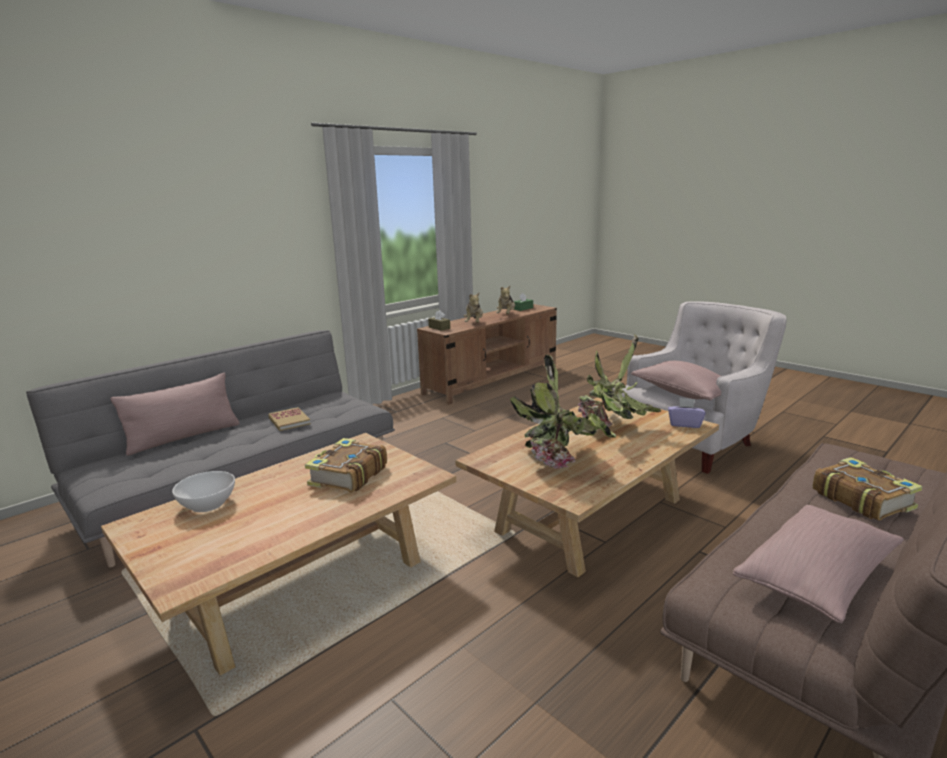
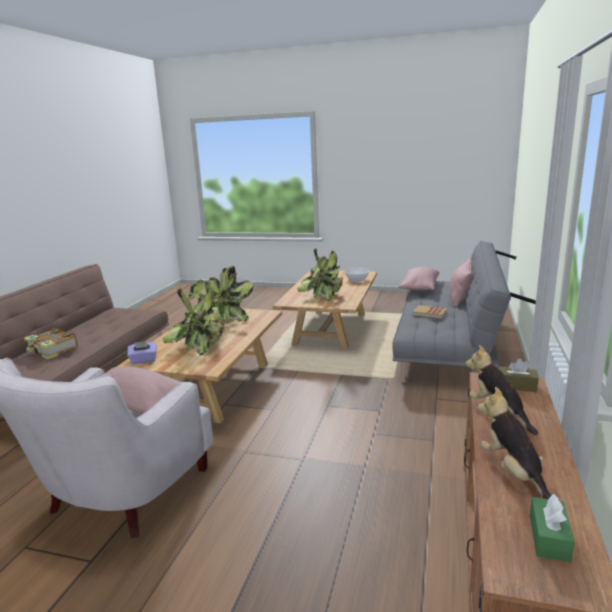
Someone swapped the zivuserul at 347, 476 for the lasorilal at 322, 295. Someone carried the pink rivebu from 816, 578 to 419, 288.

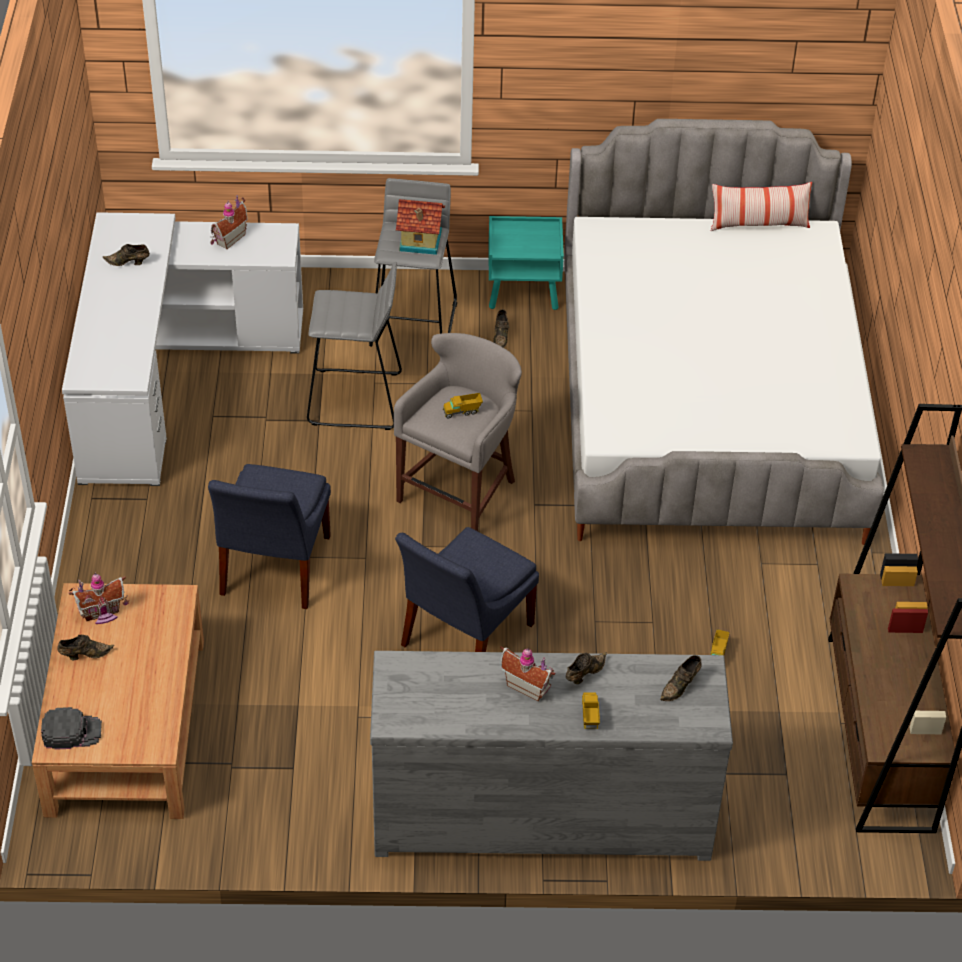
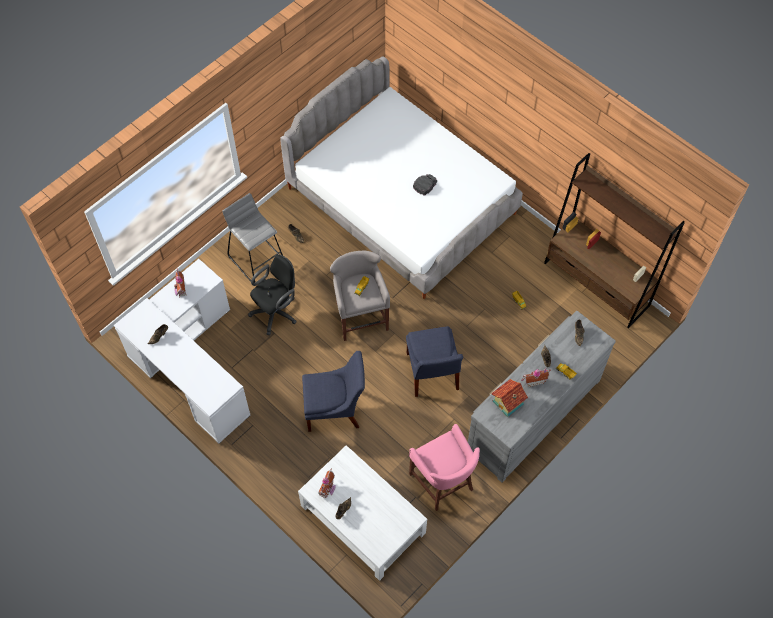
Someone swapped the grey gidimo at 356, 400 for the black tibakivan at 276, 311. Someone repainted the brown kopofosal at 126, 725, which became the white kopofosal at 362, 519. Someone rotated the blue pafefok at 273, 569 by 60 degrees counterclockwise. Someone put down the pink gidimo at 443, 482. Someone carried the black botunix from 72, 732 to 425, 184. Someone carried the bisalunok from 420, 241 to 508, 403. Someone took away the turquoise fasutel at 524, 293. Someone took away the rivebu at 758, 224.

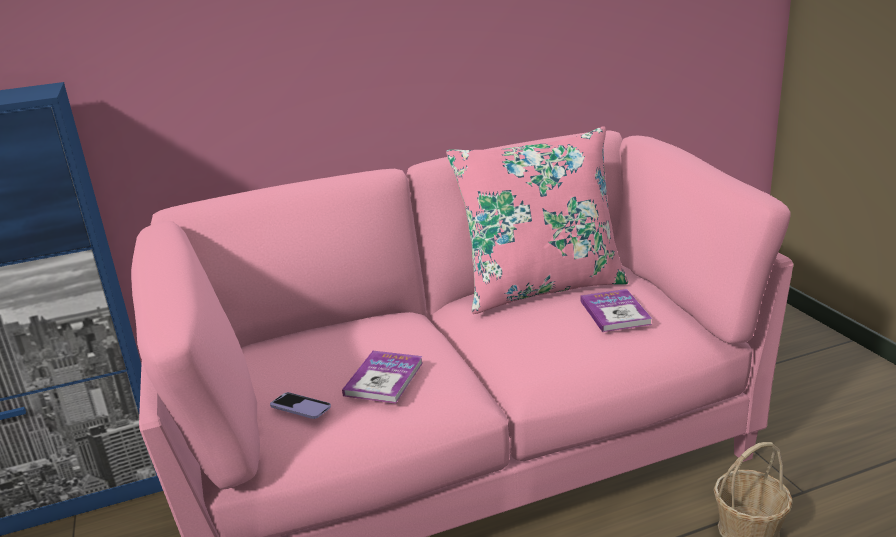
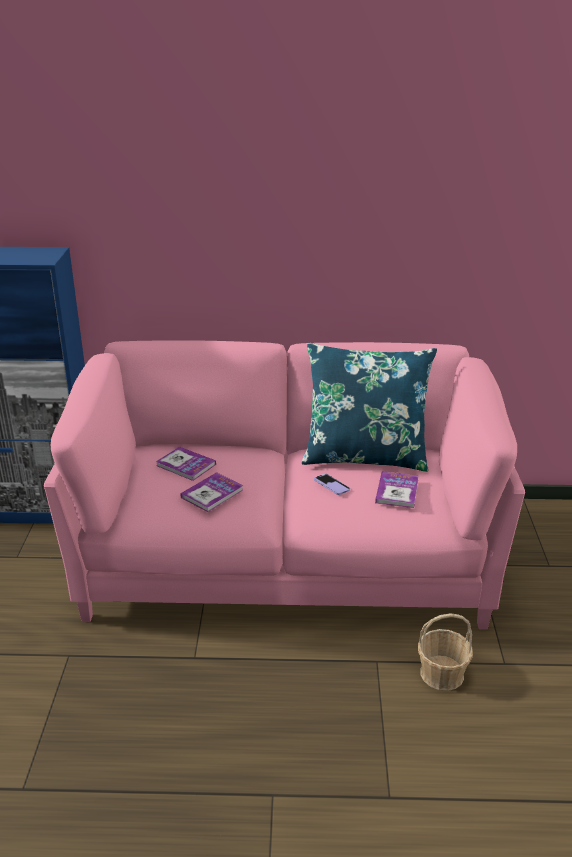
Someone put down the zivuserul at 186, 465. Someone repainted the pink rivebu at 541, 287, which became the blue rivebu at 365, 456. Someone carried the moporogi from 300, 407 to 331, 485.

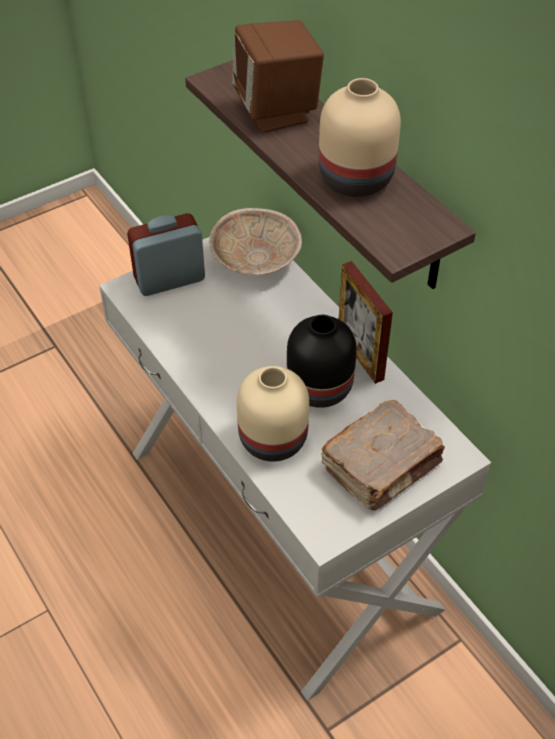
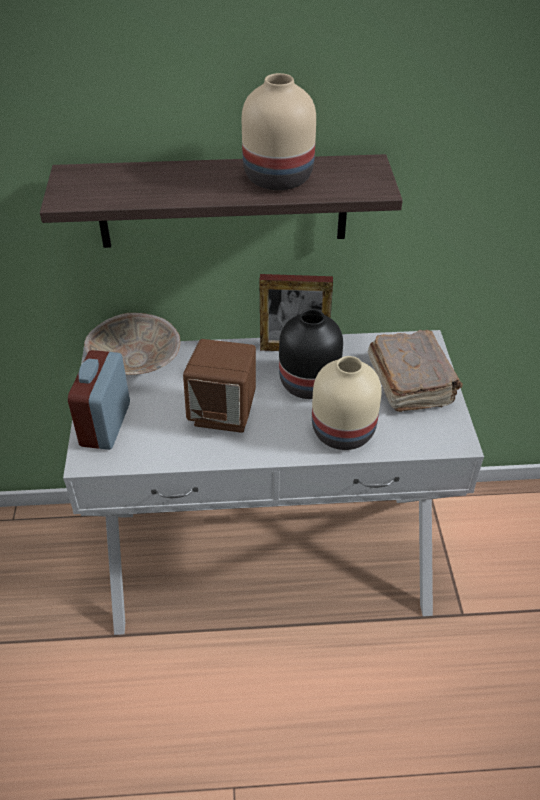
Someone carried the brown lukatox from 277, 111 to 224, 413.

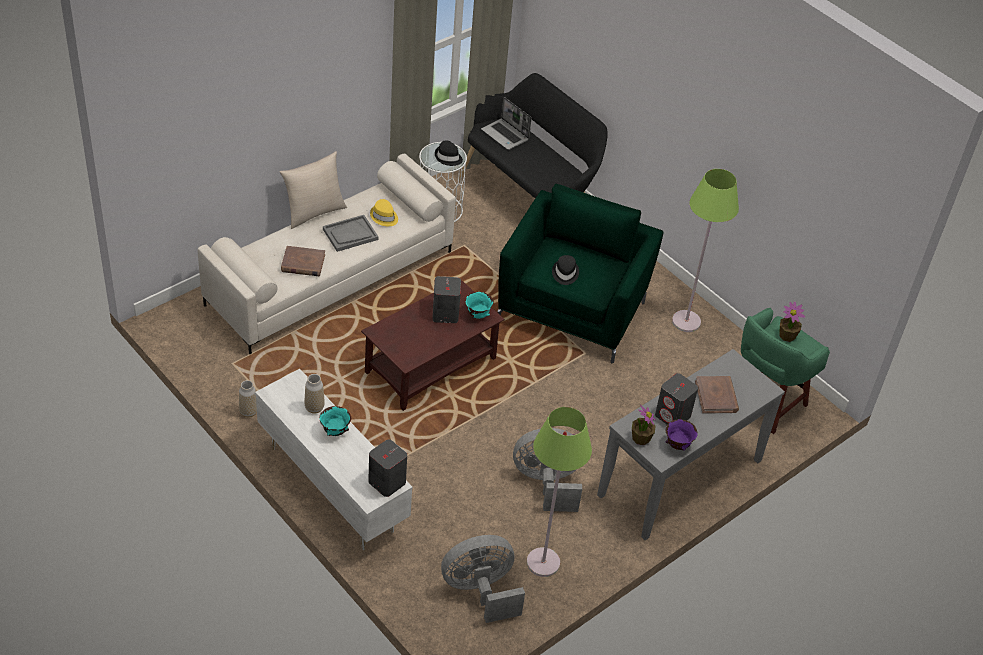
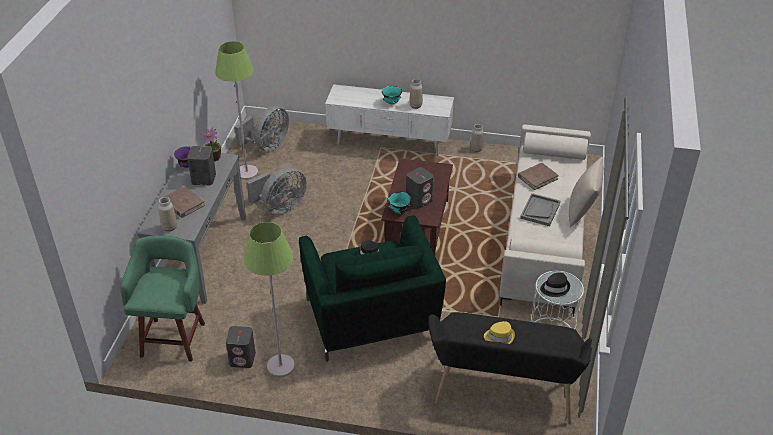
Someone put down the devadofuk at 169, 227. Someone carried the grey lukatox from 386, 482 to 243, 359. Someone carried the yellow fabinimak from 384, 217 to 499, 337. Someone took away the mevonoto at 505, 135. Someone took away the lasorilal at 787, 335.

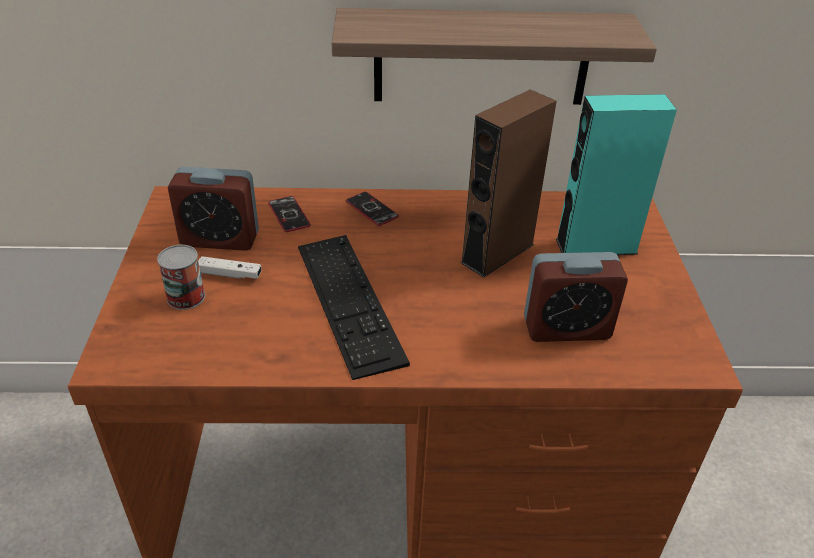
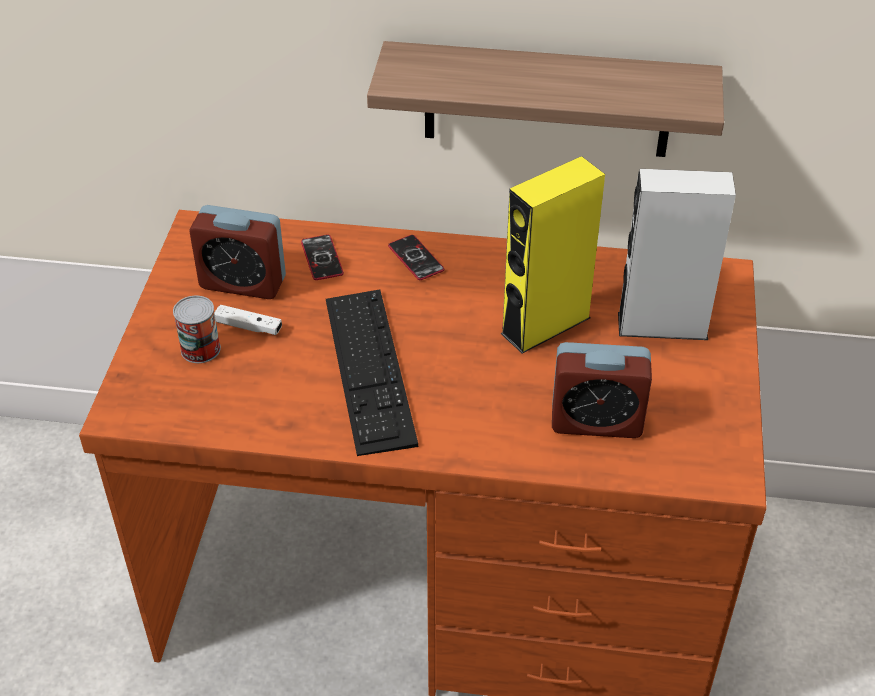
Someone repainted the brown lukatox at 497, 253, which became the yellow lukatox at 545, 325. Someone repainted the turquoise lukatox at 596, 246, which became the grey lukatox at 662, 326.

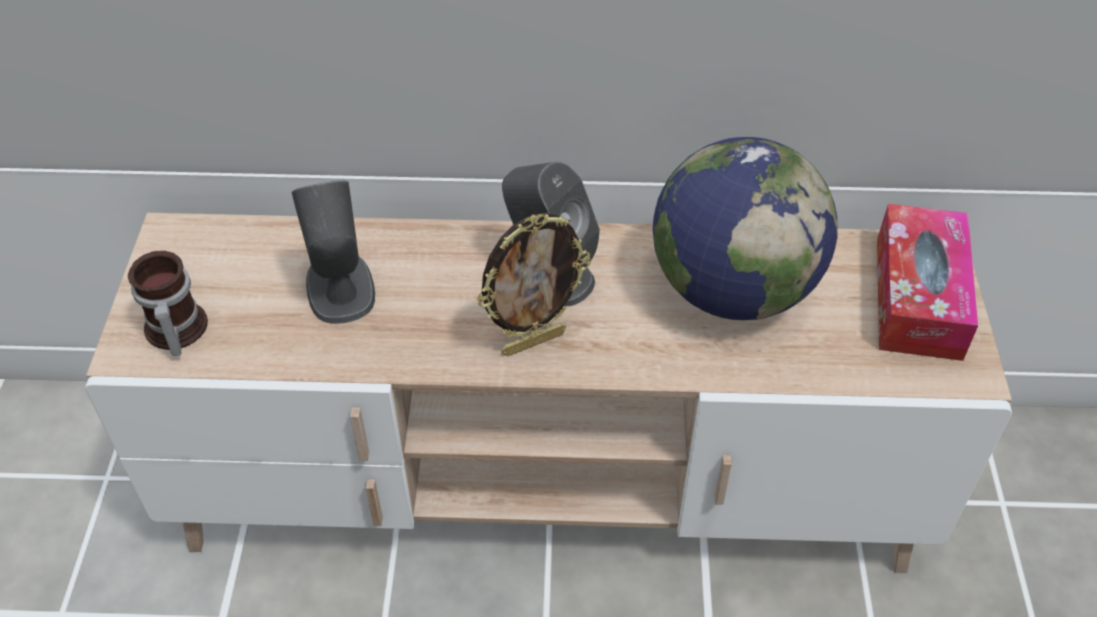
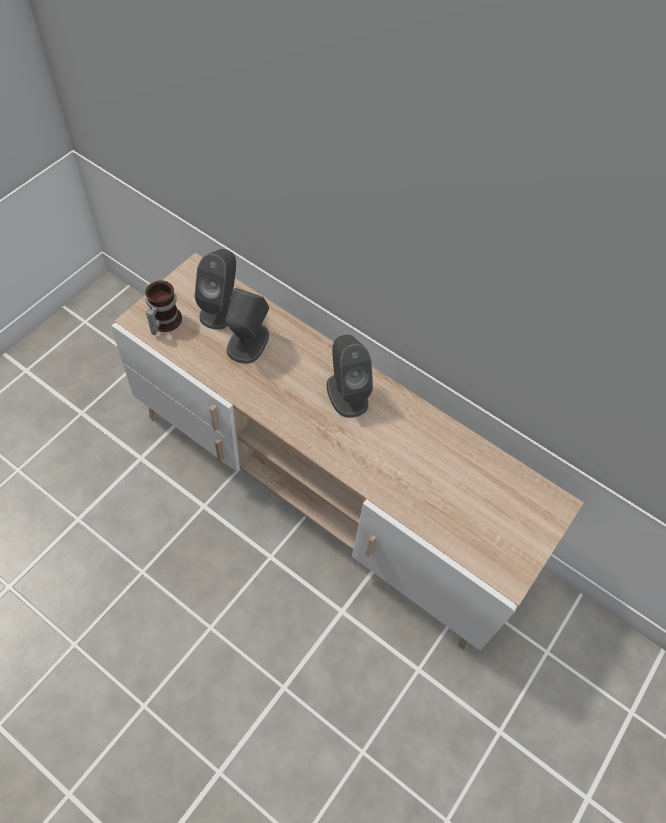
Someone put down the grey lukatox at 220, 308. Someone took away the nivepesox at 533, 342. Someone took away the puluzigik at 732, 290. Someone took away the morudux at 918, 297.

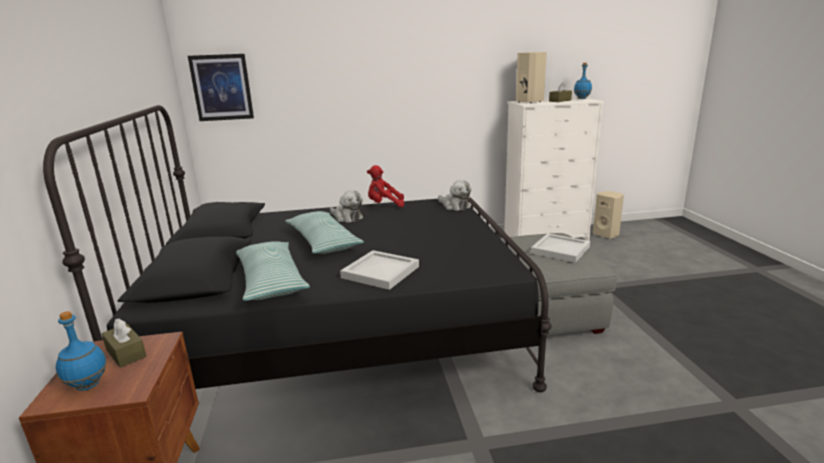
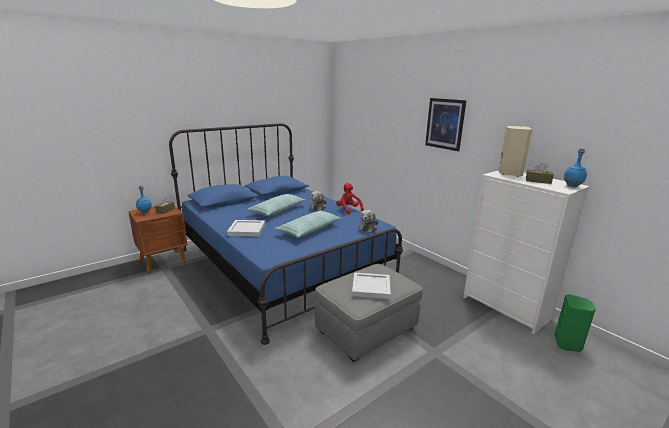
Someone repainted the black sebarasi at 341, 334, which became the blue sebarasi at 282, 265. Someone carried the rivebu from 270, 280 to 309, 230. Someone carried the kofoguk from 222, 87 to 445, 124. Someone repainted the beige lukatox at 606, 234, which became the green lukatox at 568, 344.

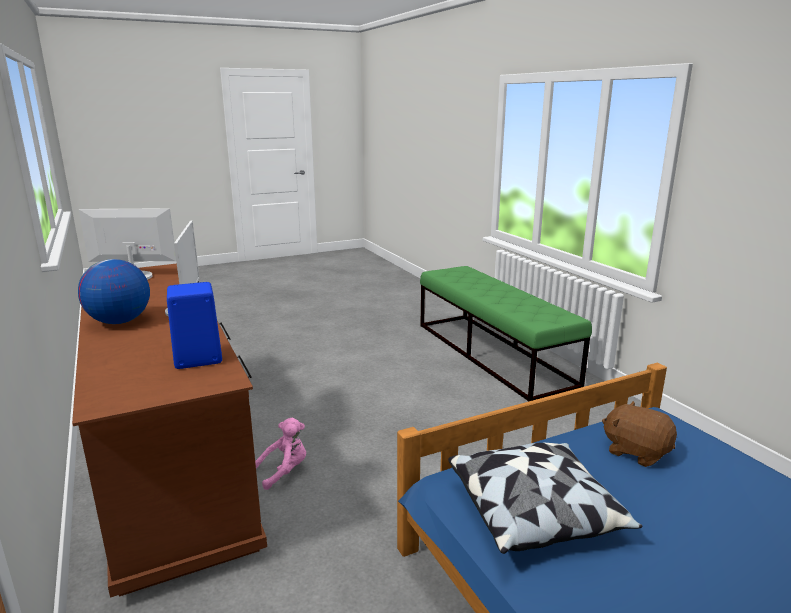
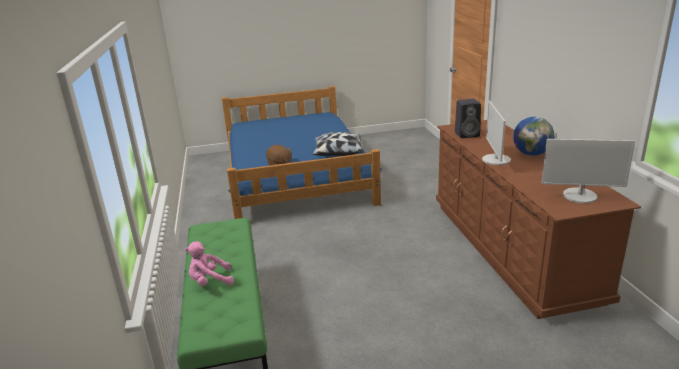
Someone carried the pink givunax from 284, 471 to 210, 282. Someone repainted the blue lukatox at 196, 359, which became the black lukatox at 467, 134.

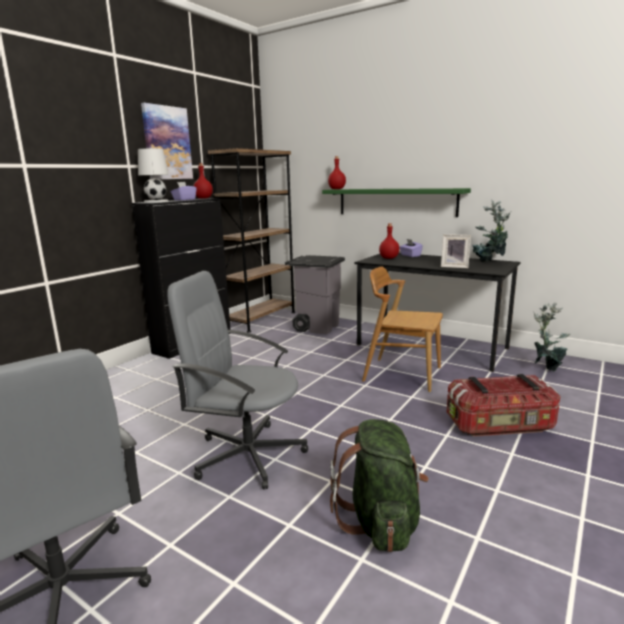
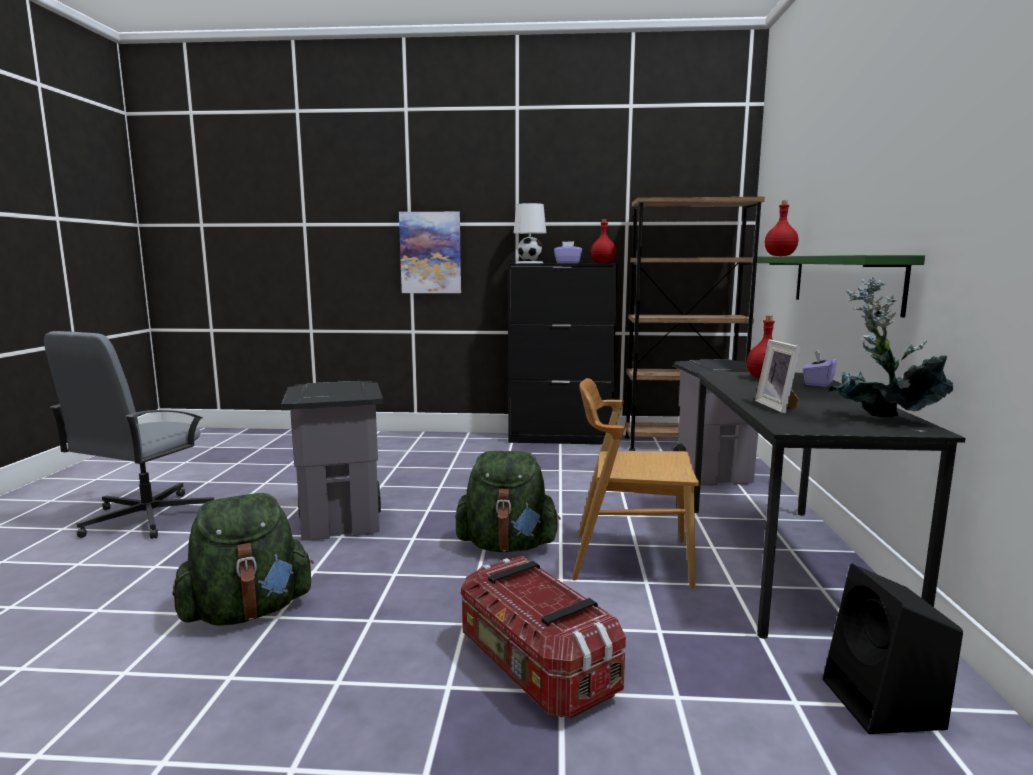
Someone swapped the grey tibakivan at 247, 454 for the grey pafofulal at 342, 523. Someone carried the kofoguk from 167, 143 to 430, 253. Someone put down the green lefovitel at 507, 546. Someone rotated the brown pafefok at 402, 374 by 75 degrees counterclockwise. Someone swapped the lasorilal at 546, 368 for the black lukatox at 884, 705.

